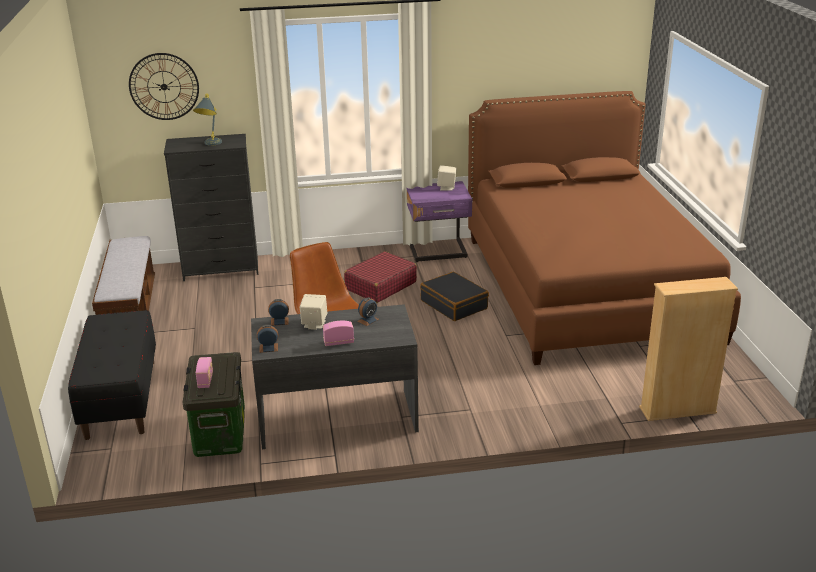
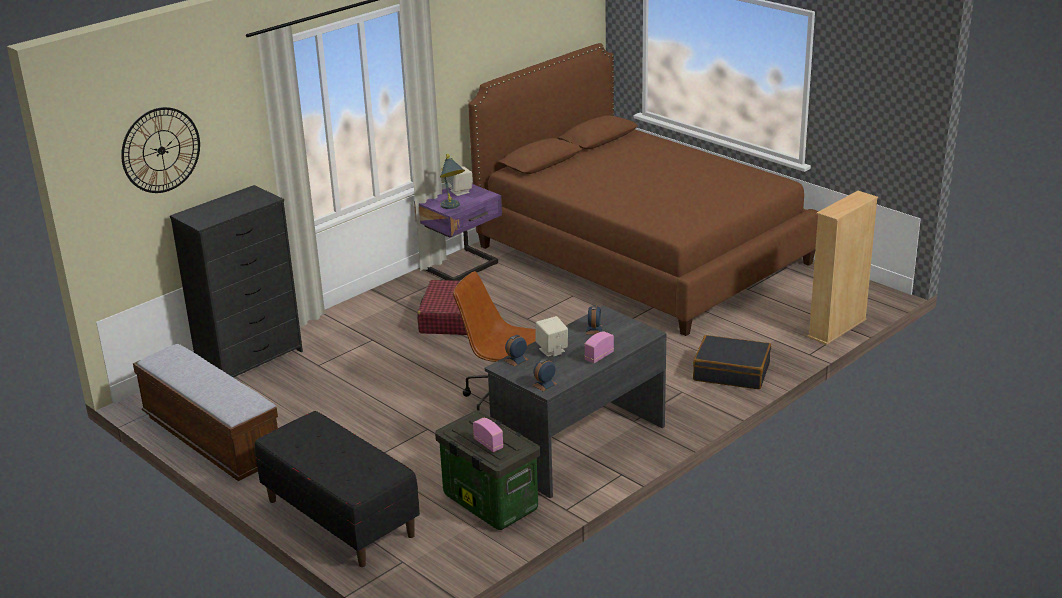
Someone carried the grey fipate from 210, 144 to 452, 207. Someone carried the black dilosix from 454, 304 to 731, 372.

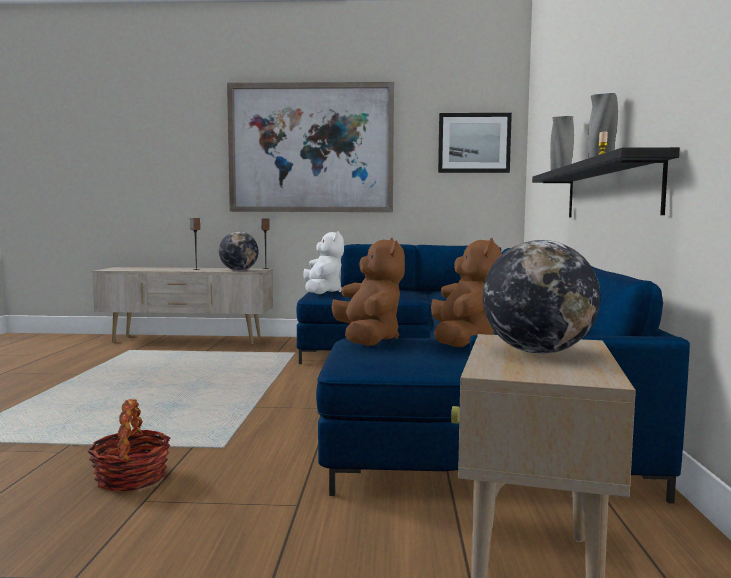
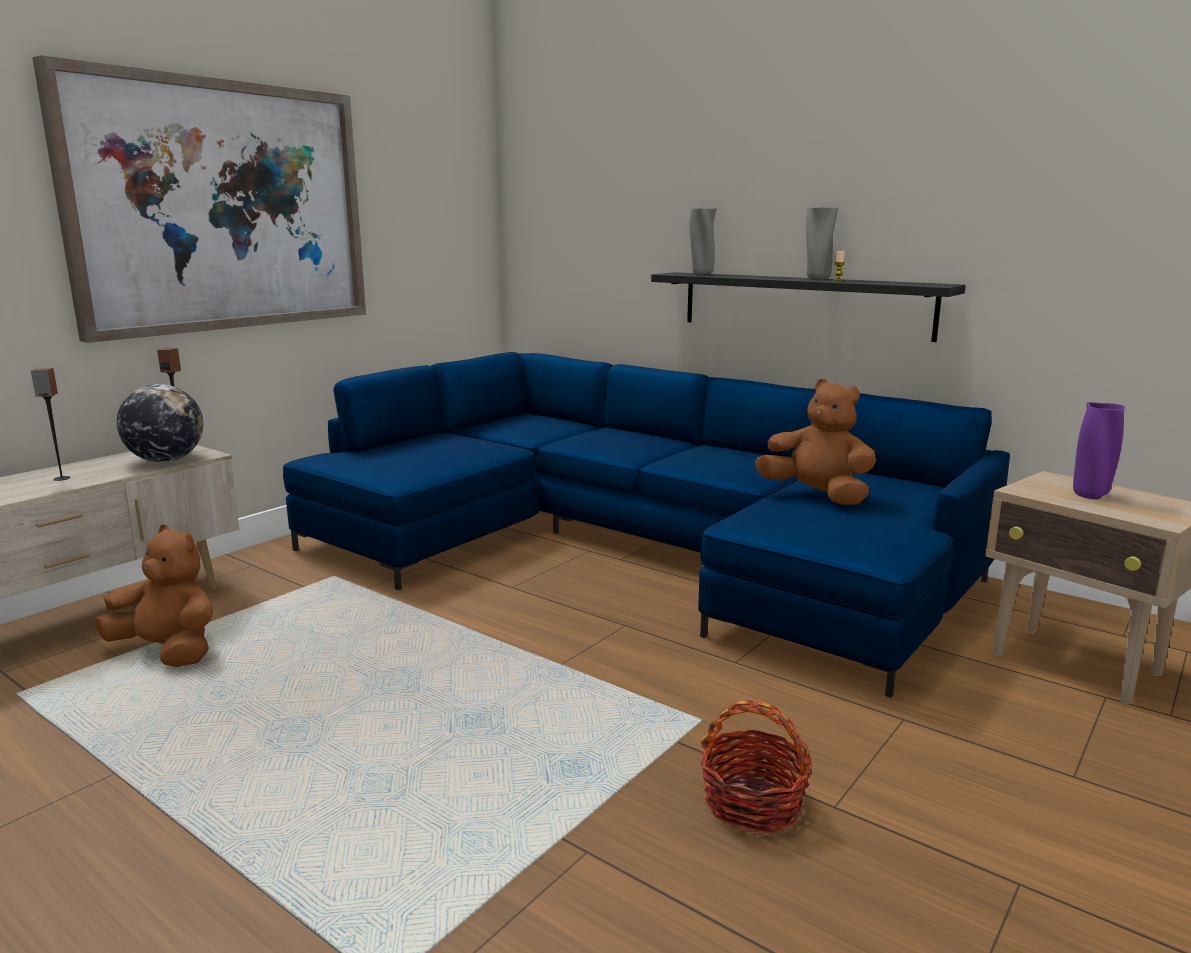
Someone carried the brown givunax from 368, 340 to 168, 651. Someone swapped the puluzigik at 537, 352 for the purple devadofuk at 1090, 495. Someone took away the white givunax at 322, 292. Someone took away the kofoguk at 474, 143.

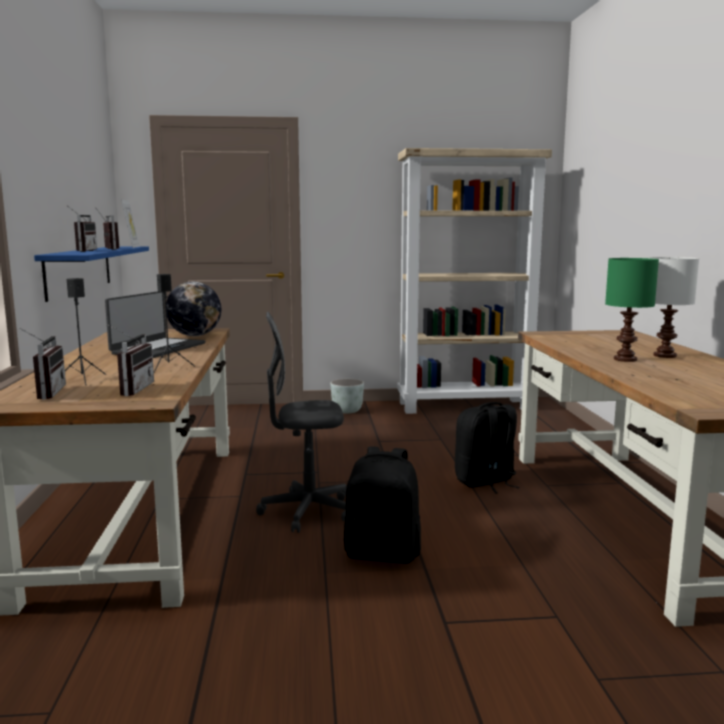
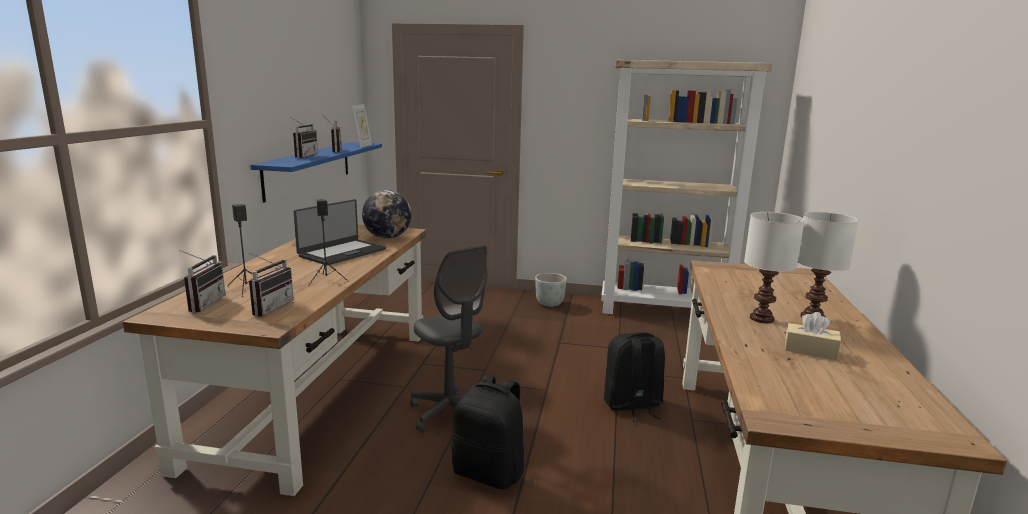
Someone rotated the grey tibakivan at 307, 512 by 135 degrees counterclockwise. Someone repainted the green fipate at 625, 359, which became the white fipate at 761, 319. Someone put down the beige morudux at 810, 350.

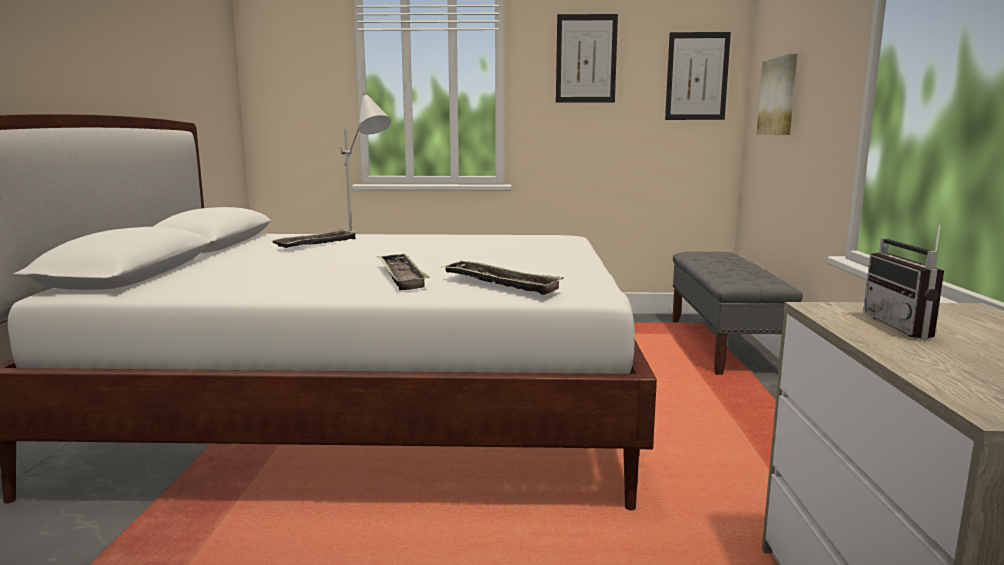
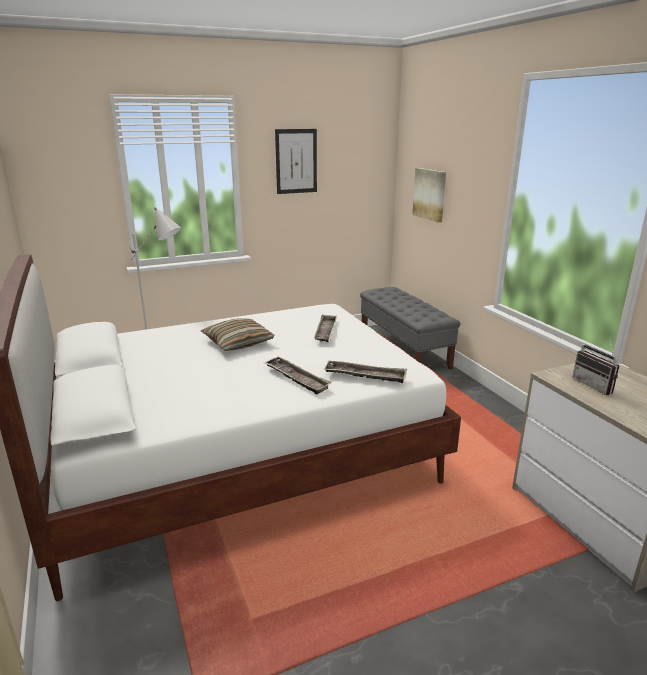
Someone put down the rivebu at 238, 342. Someone carried the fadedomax from 317, 244 to 326, 331. Someone took away the kofoguk at 697, 76.

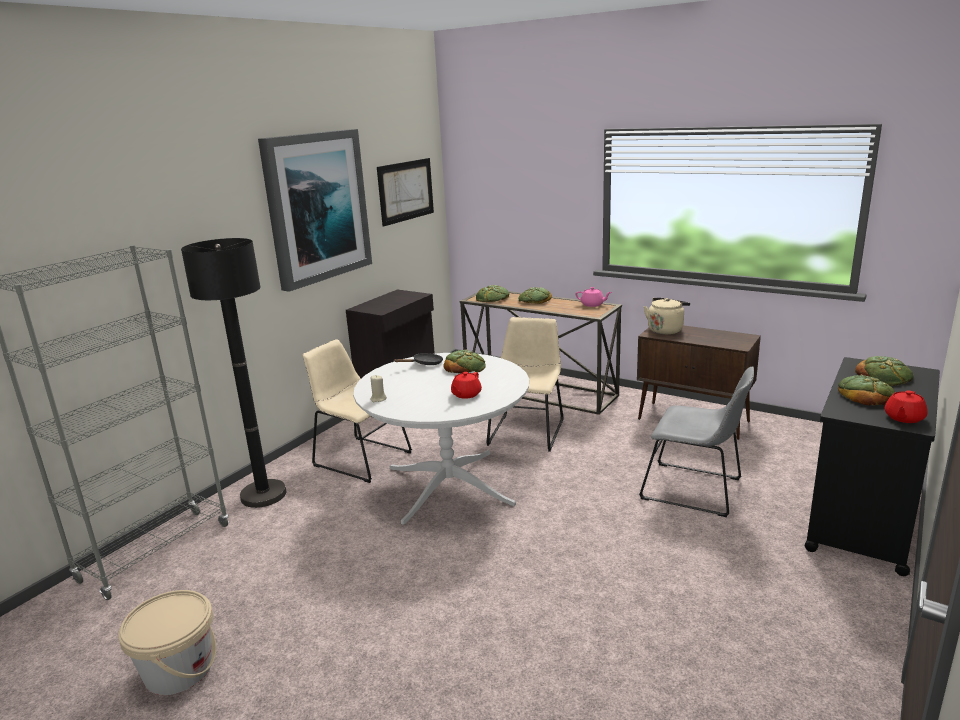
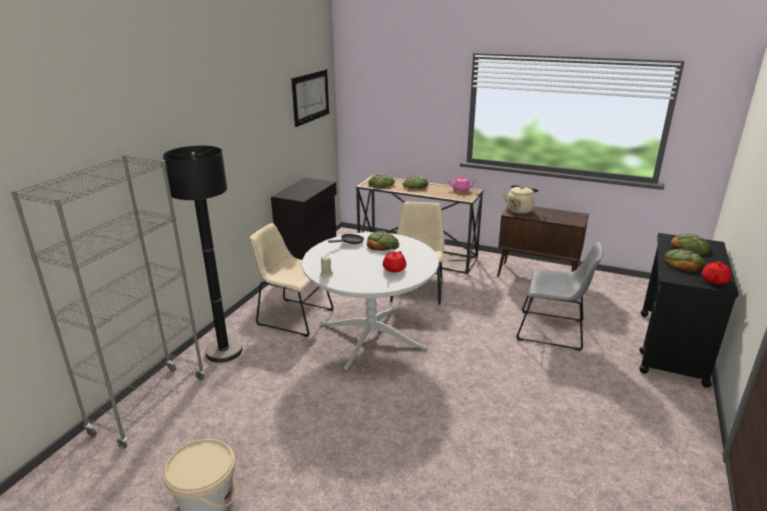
Someone took away the kofoguk at 316, 207.

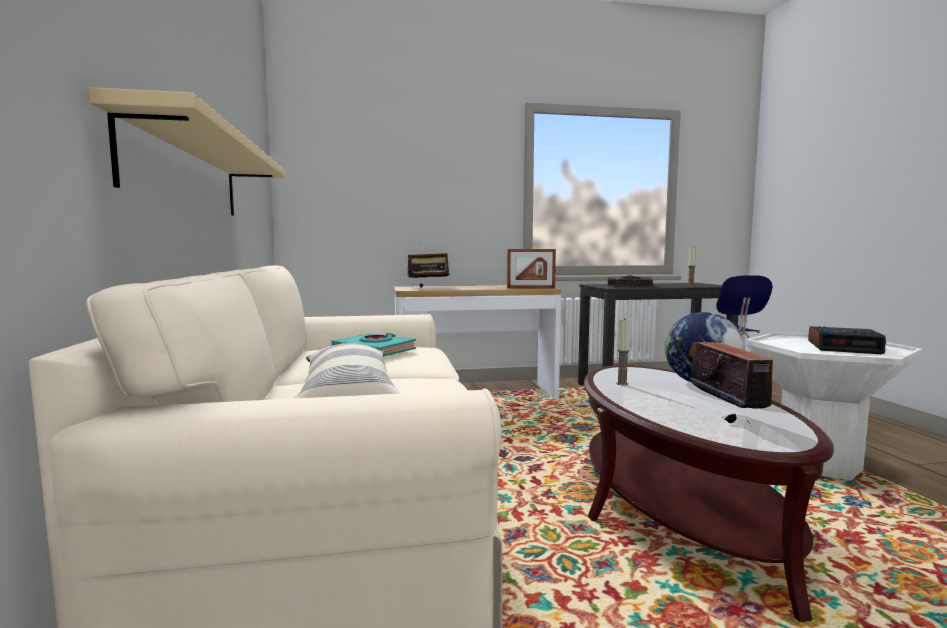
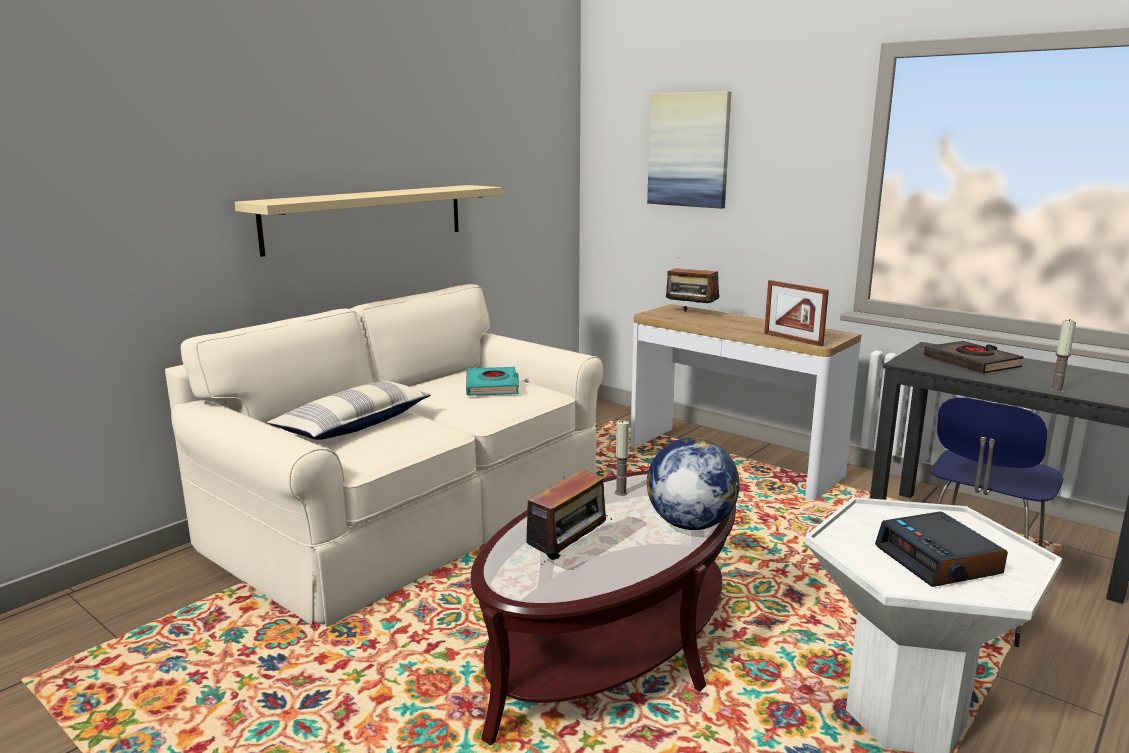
Someone put up the kofoguk at 689, 150.

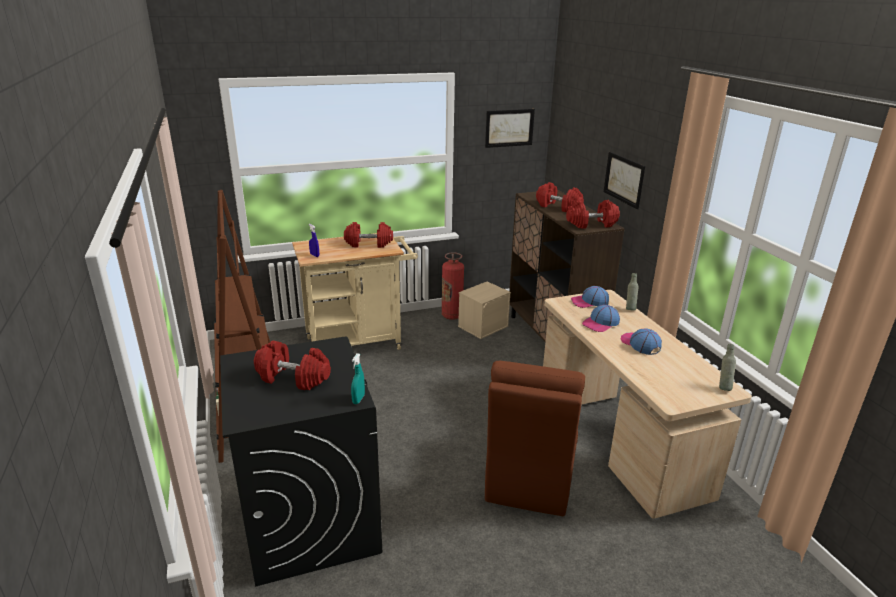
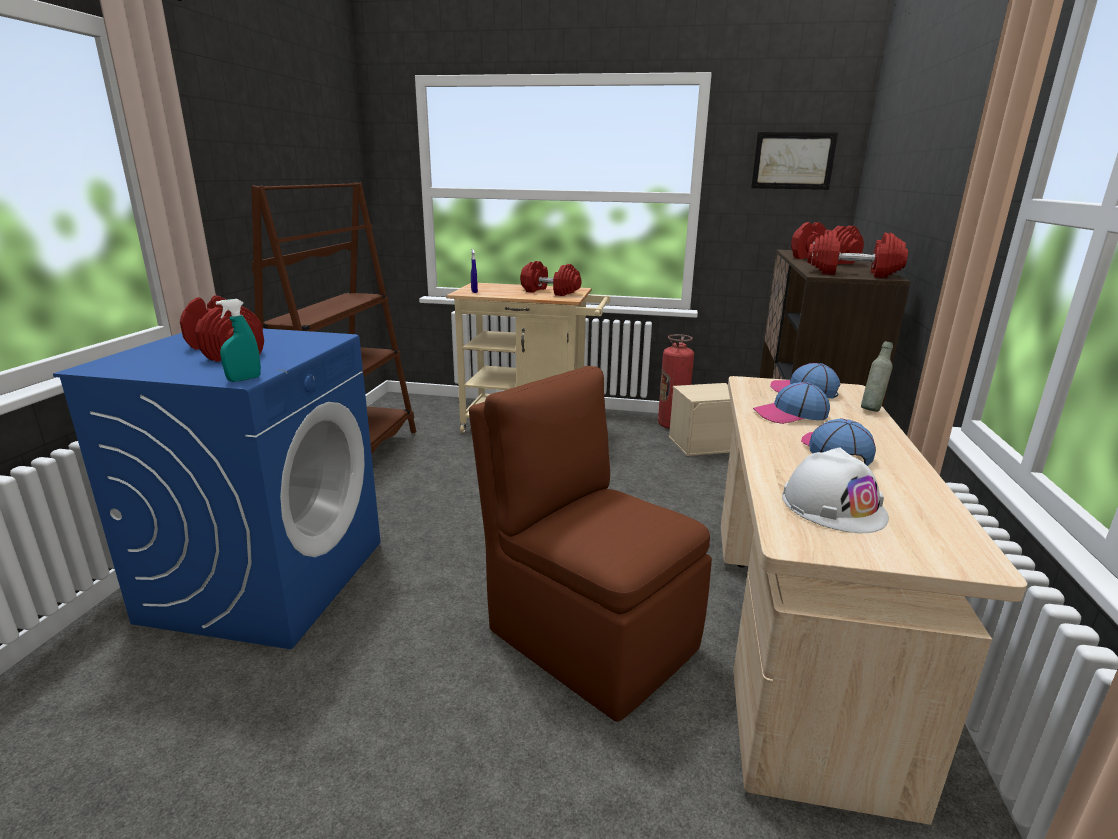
Someone repainted the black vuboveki at 310, 520, which became the blue vuboveki at 268, 578. Someone rotated the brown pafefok at 529, 477 by 90 degrees clockwise. Someone put down the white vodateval at 833, 506. Someone took away the kofoguk at 624, 179. Someone took away the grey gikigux at 723, 387.

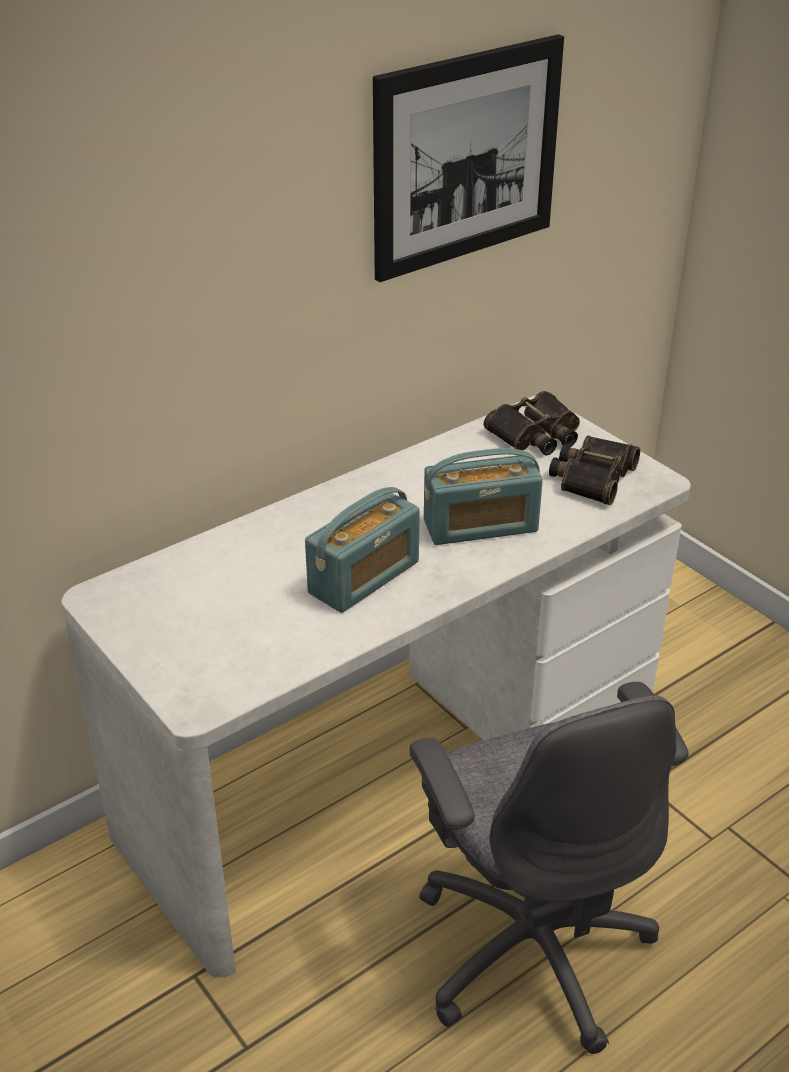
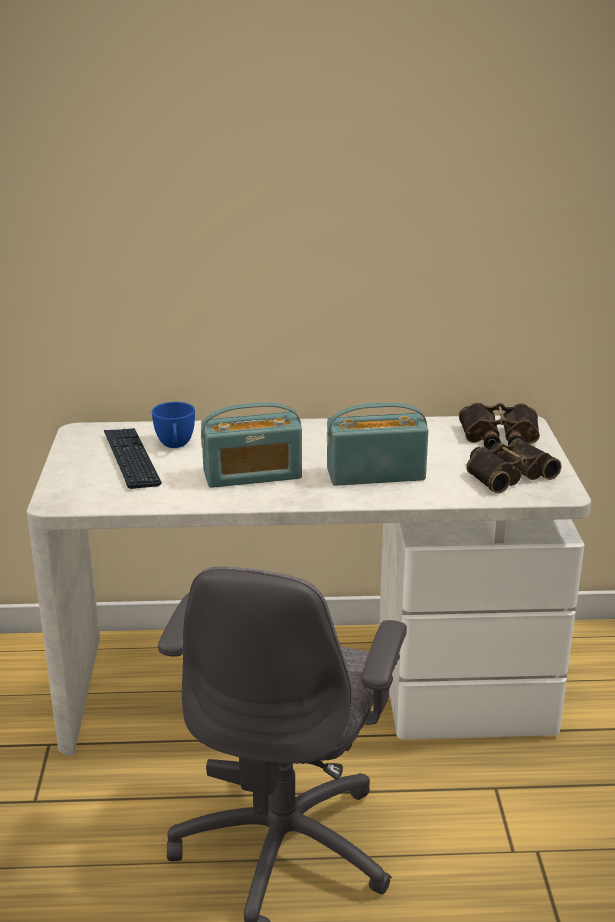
Someone put down the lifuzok at 131, 459. Someone put down the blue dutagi at 175, 445. Someone rotated the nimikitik at 480, 526 by 150 degrees clockwise. Someone took away the kofoguk at 466, 157.

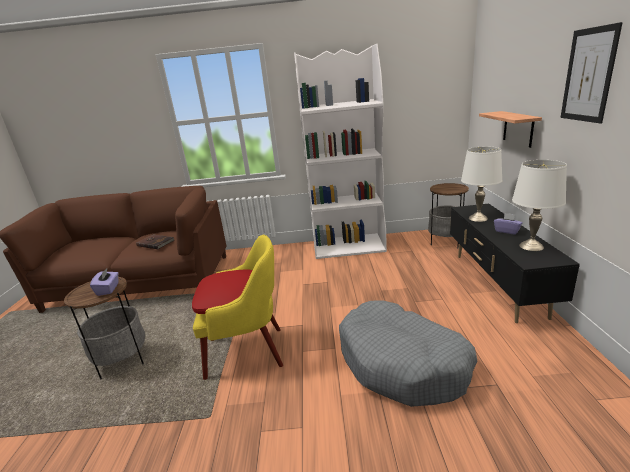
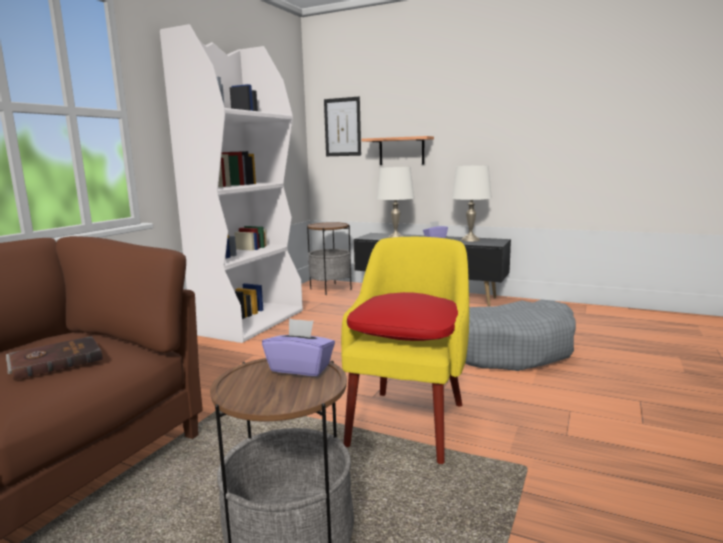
Someone carried the kofoguk from 588, 75 to 342, 127.

